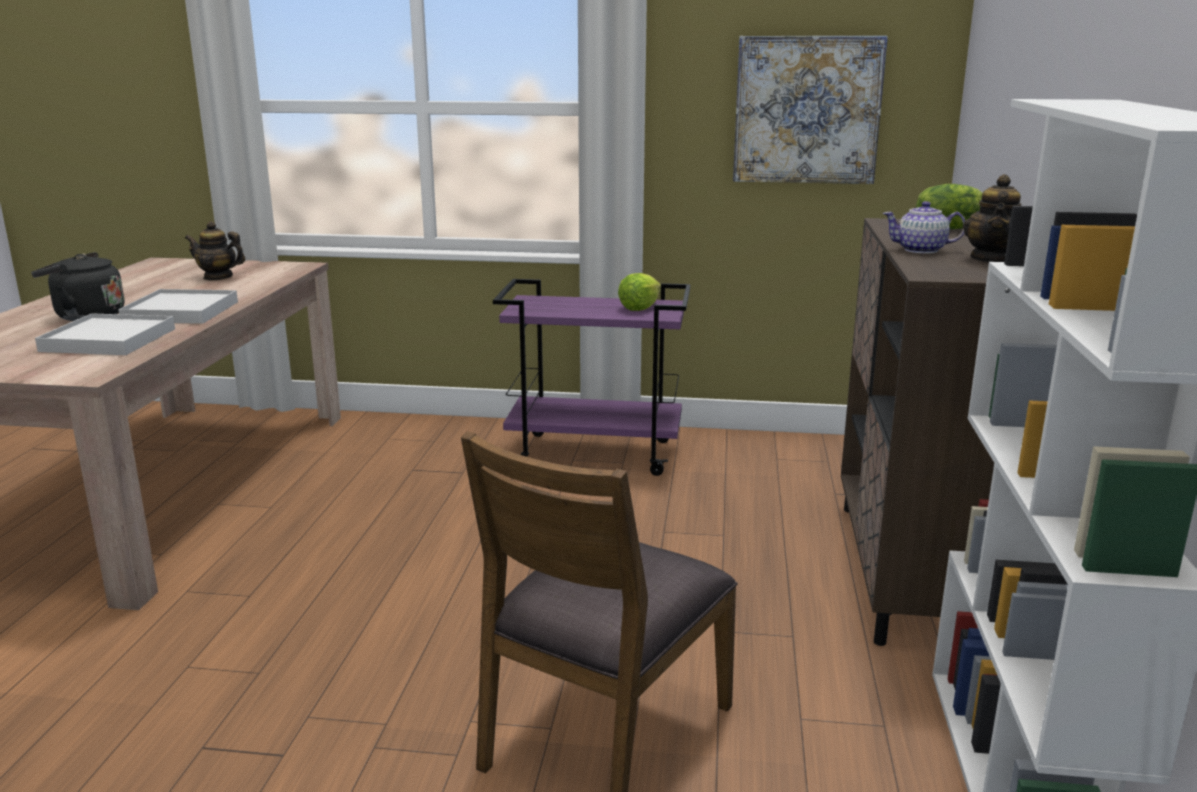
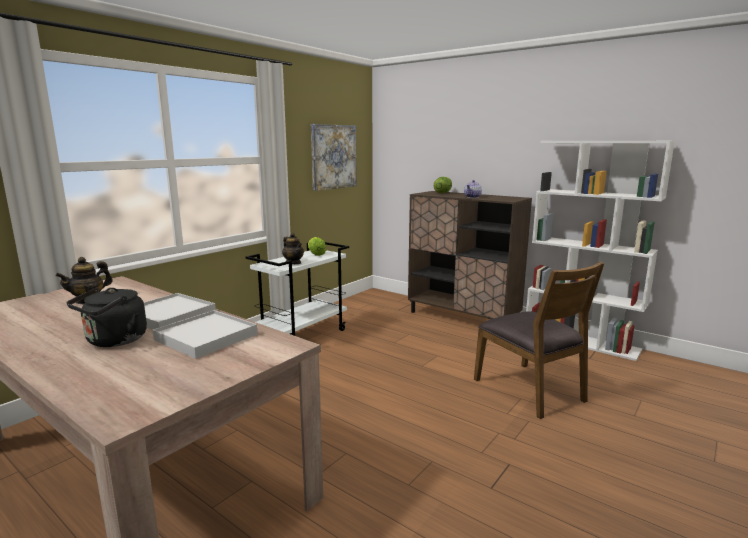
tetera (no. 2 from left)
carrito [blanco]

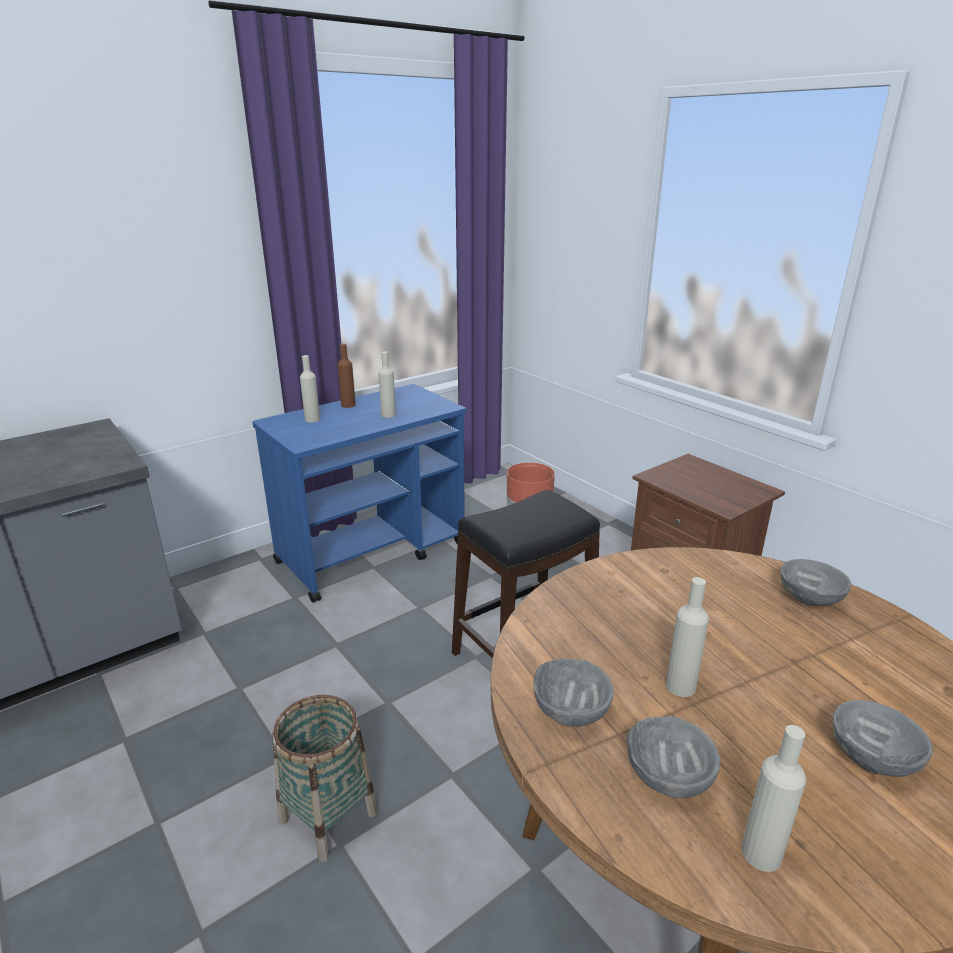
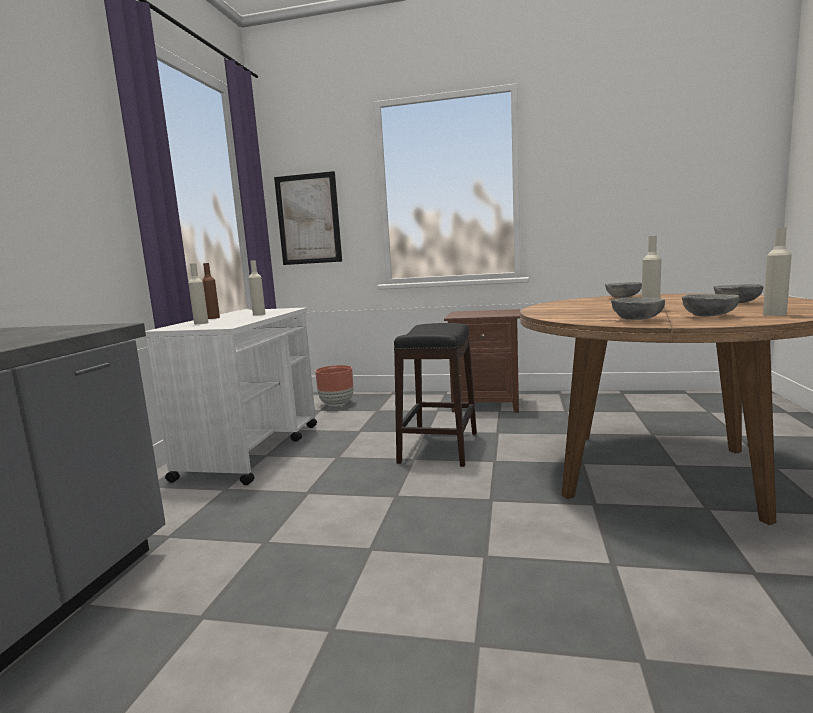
carrito [blanco]
cesta
cuadro

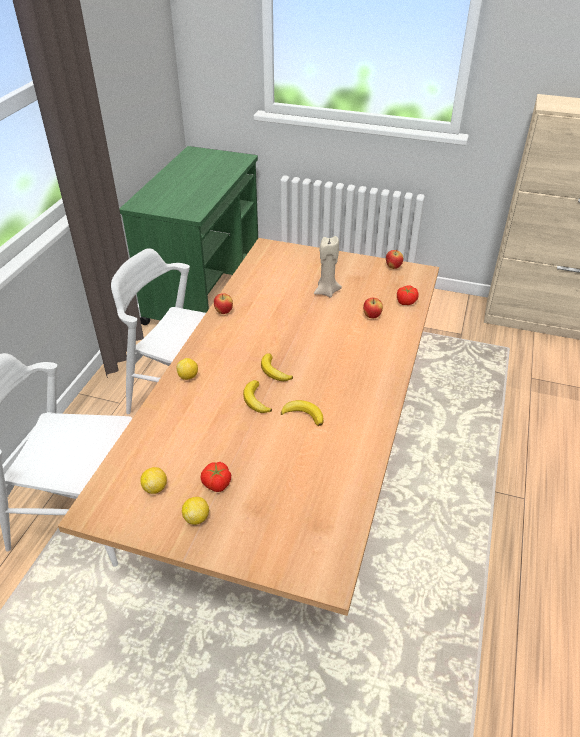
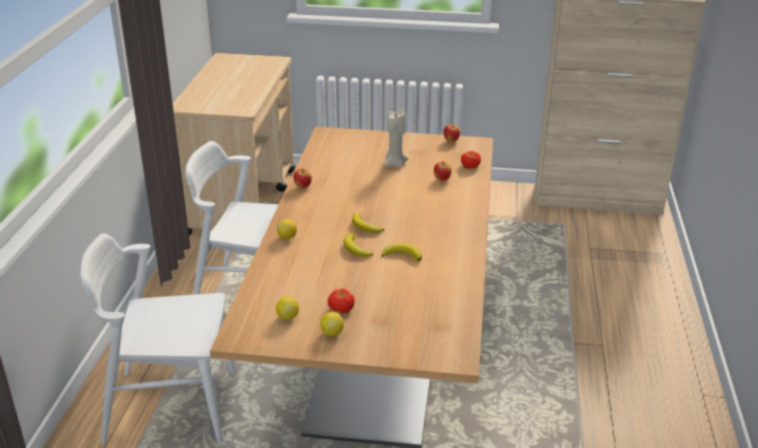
carrito [beis]

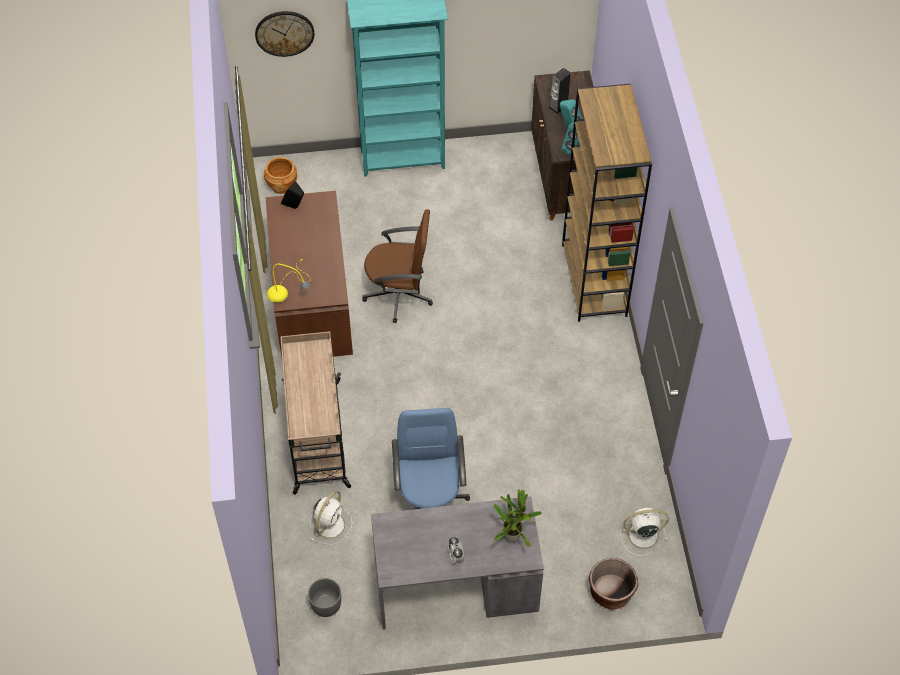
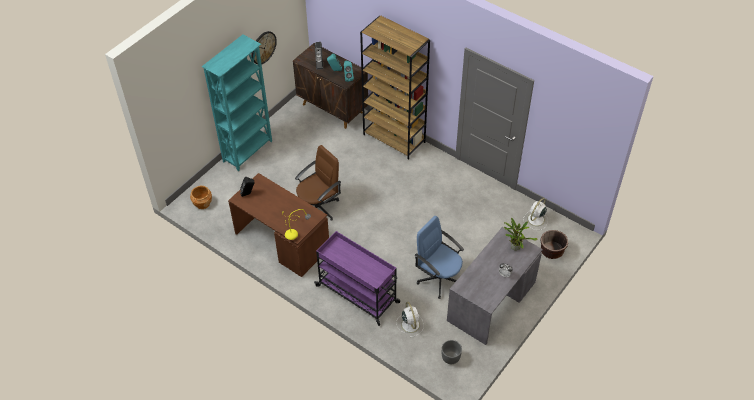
reloj de pared
carrito [morado]

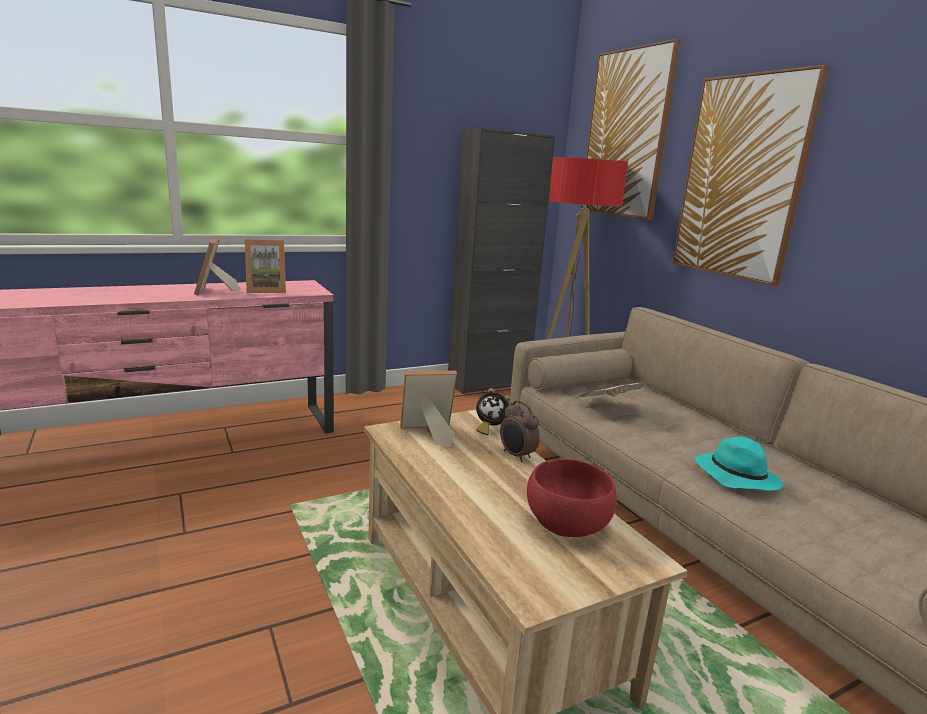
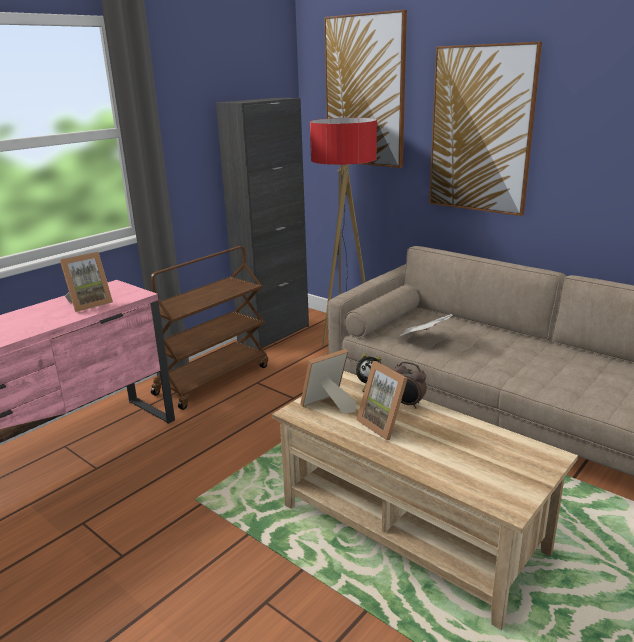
portarretratos (no. 3 from left)
sombrero [turquesa]
cuenco [rojo]
carrito [marrón]

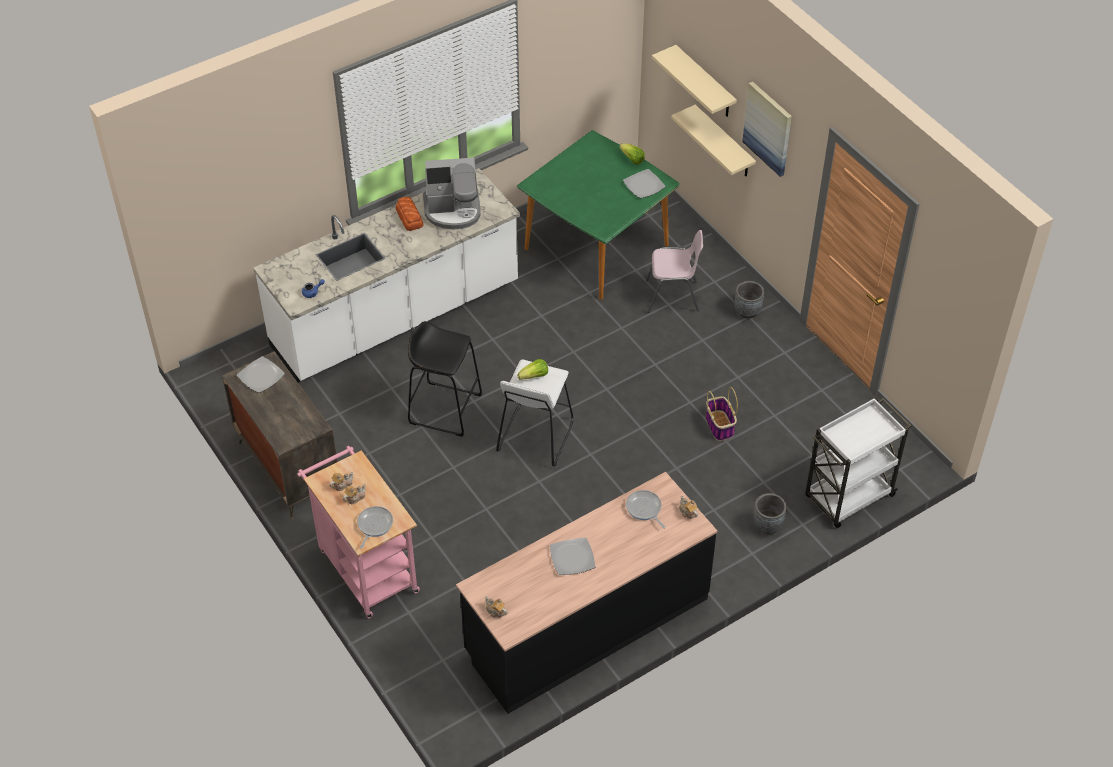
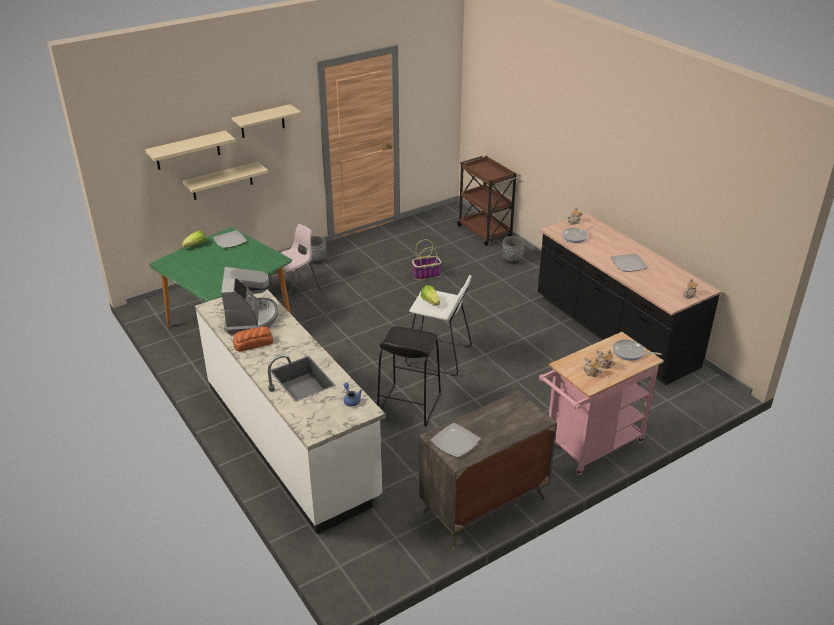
estante [beis] (no. 3 from left)
silla [rosa]
carrito [marrón]

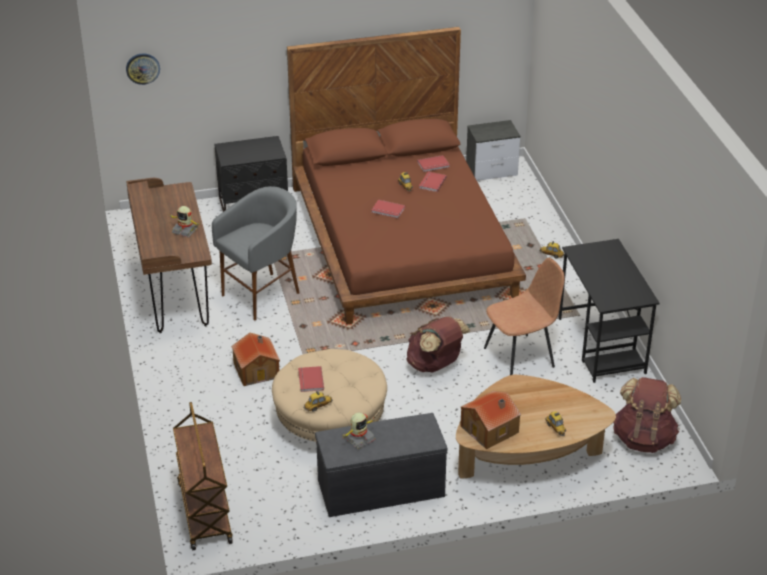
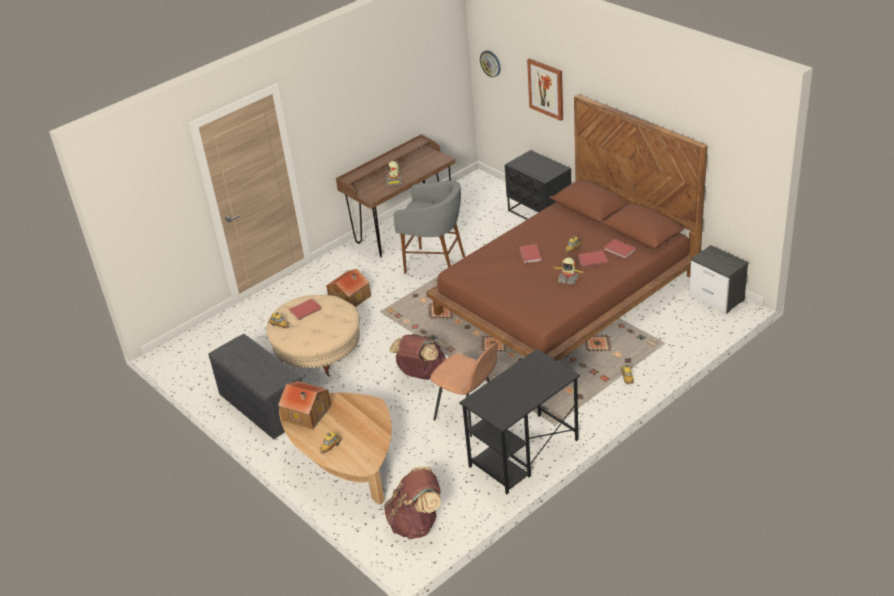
carrito [marrón]
robot de juguete (no. 2 from left)
cuadro

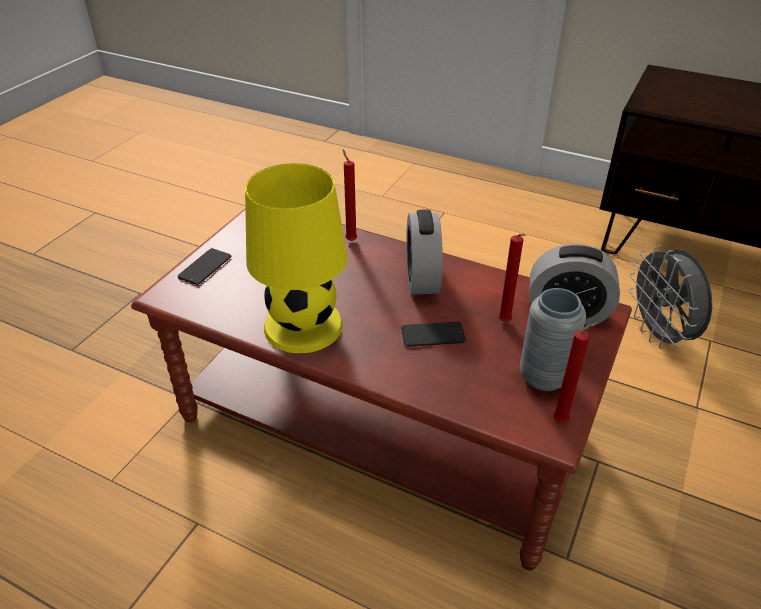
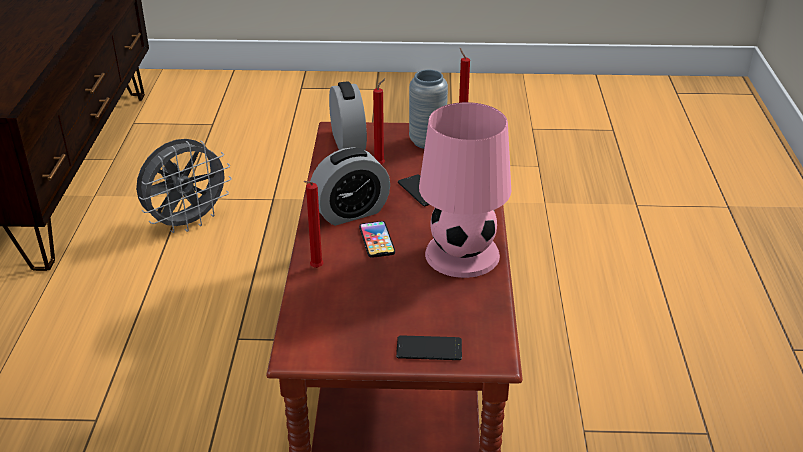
lámpara de mesa [rosa]
móvil (no. 1 from left)

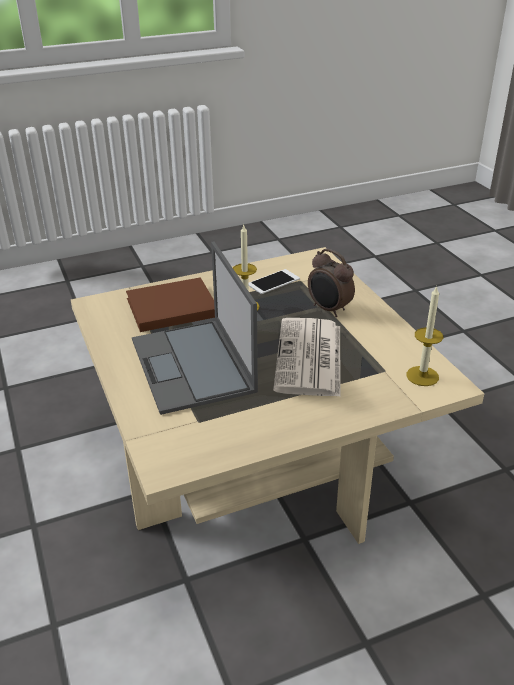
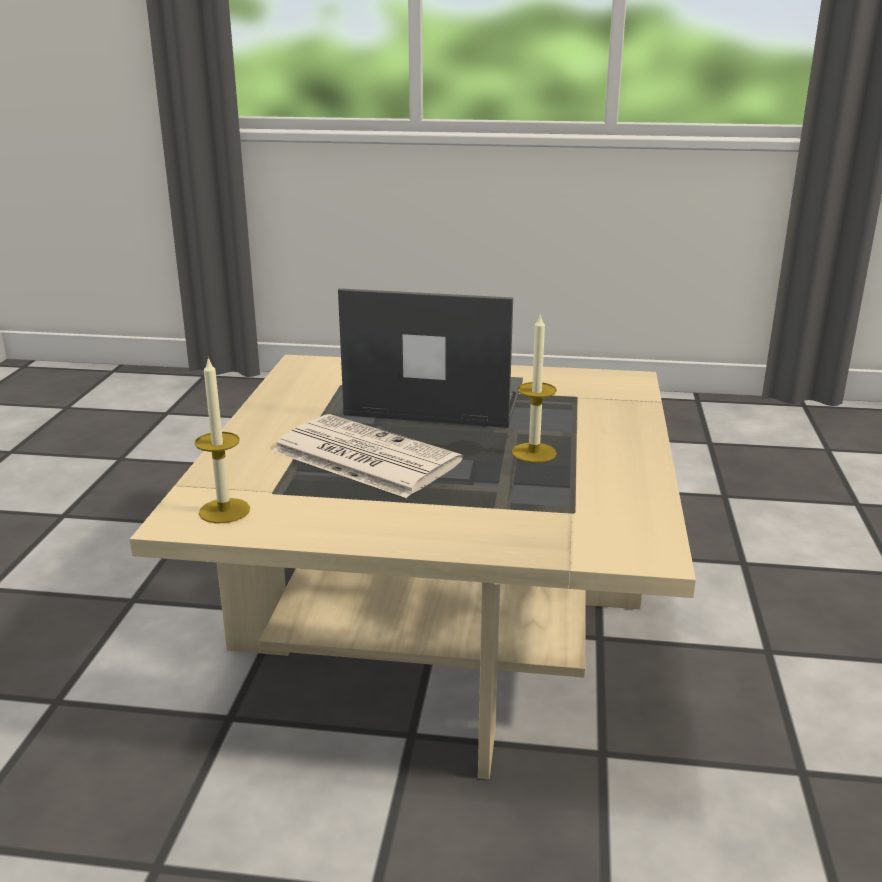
despertador
móvil
libro [marrón]

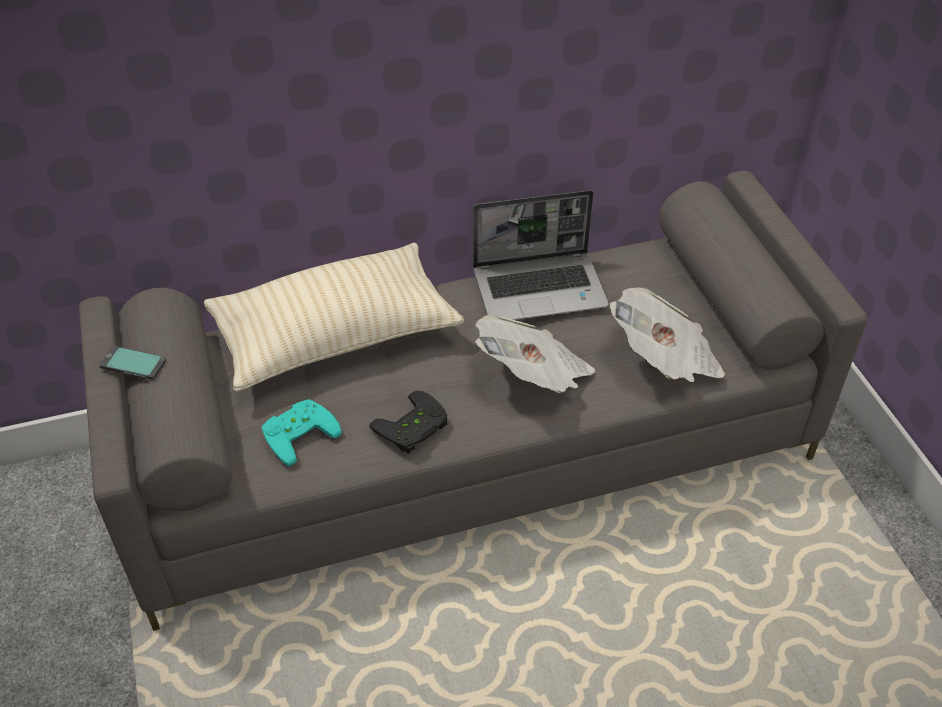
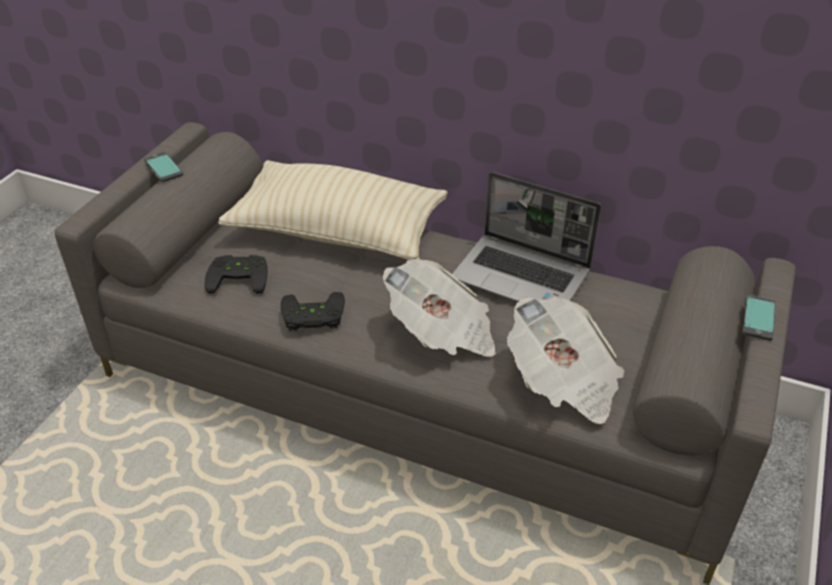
mando de consola [negro] (no. 1 from left)
móvil (no. 2 from left)

